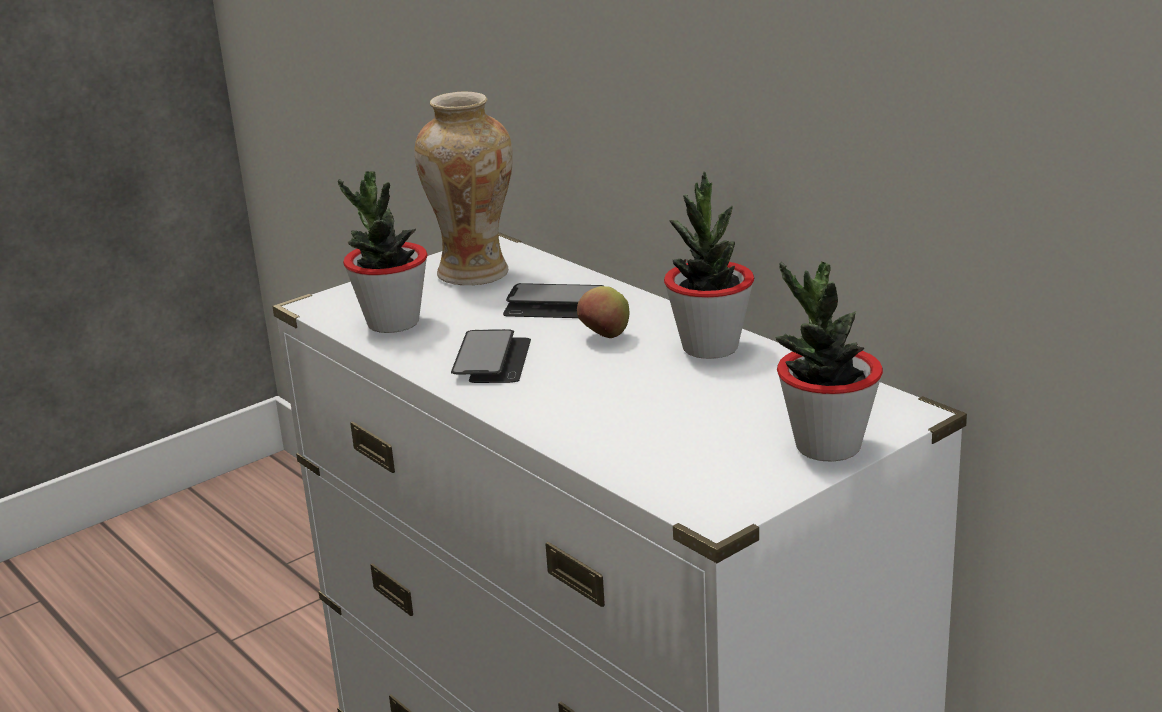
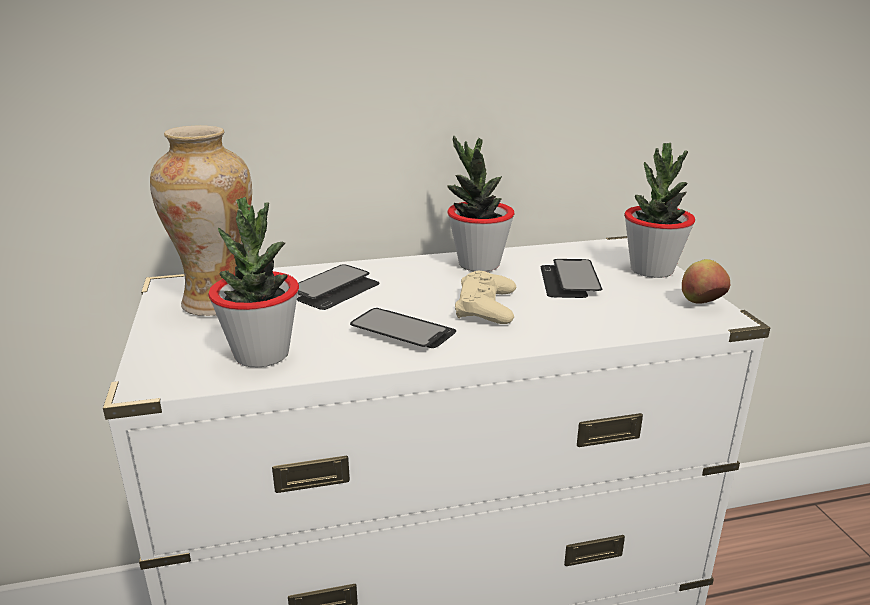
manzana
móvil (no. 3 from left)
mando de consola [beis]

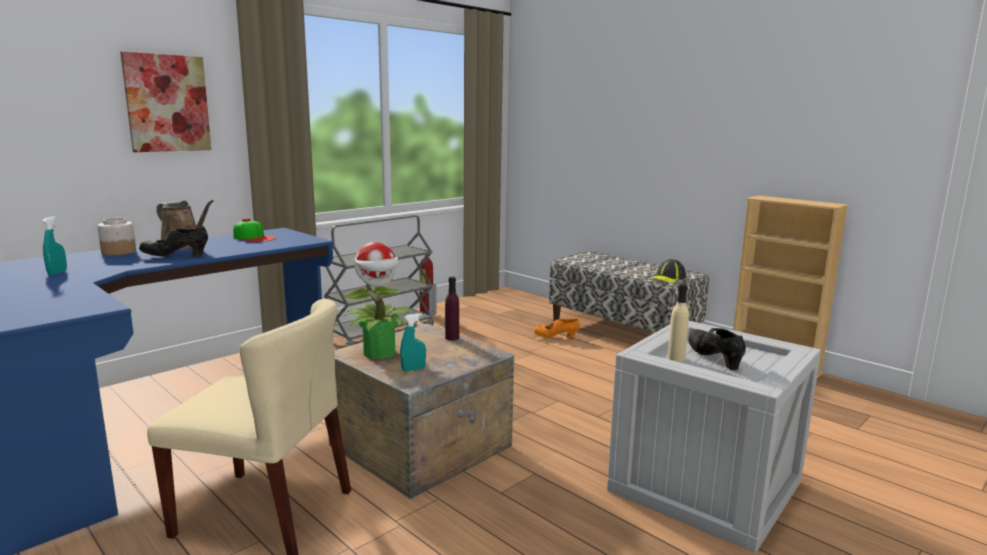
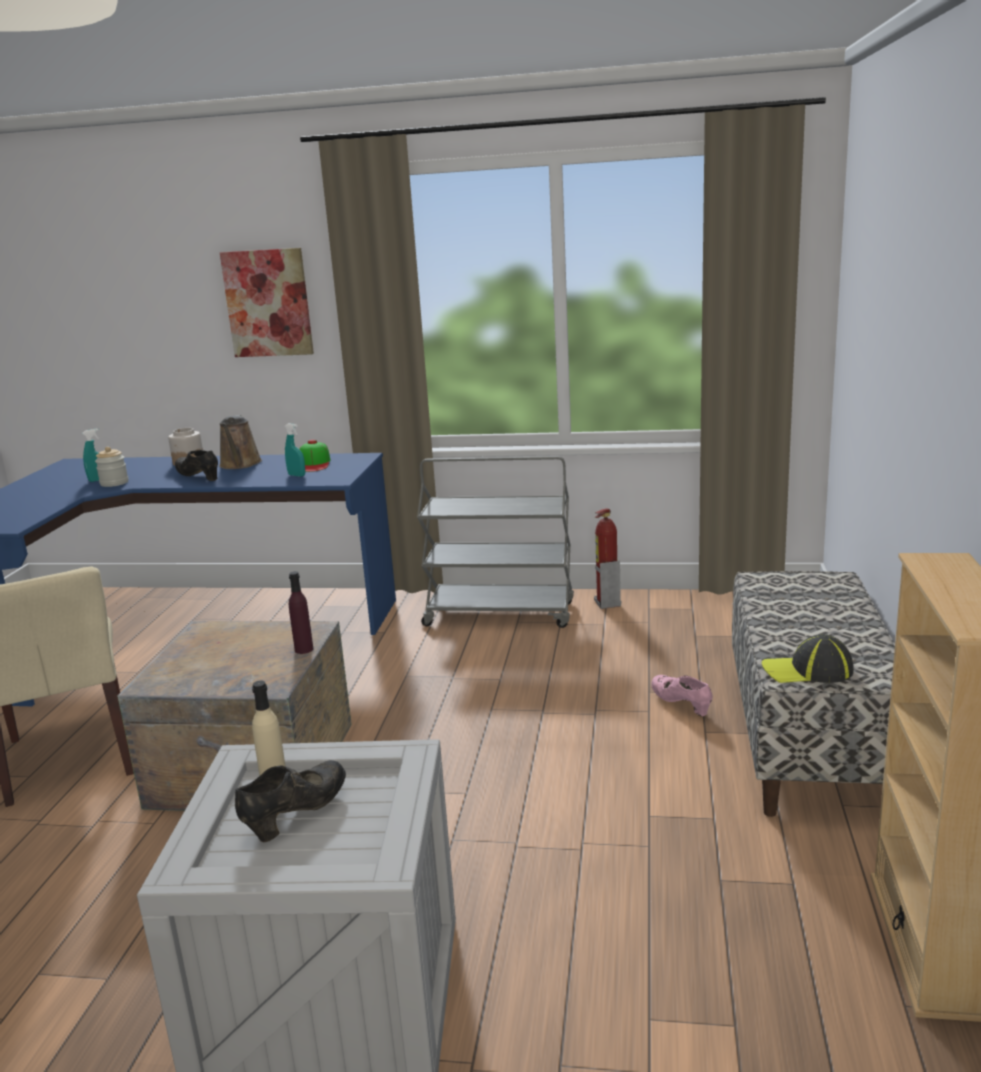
planta en maceta
pulverizador [turquesa] (no. 2 from left)
zapato [rosa]
tarro (no. 1 from left)

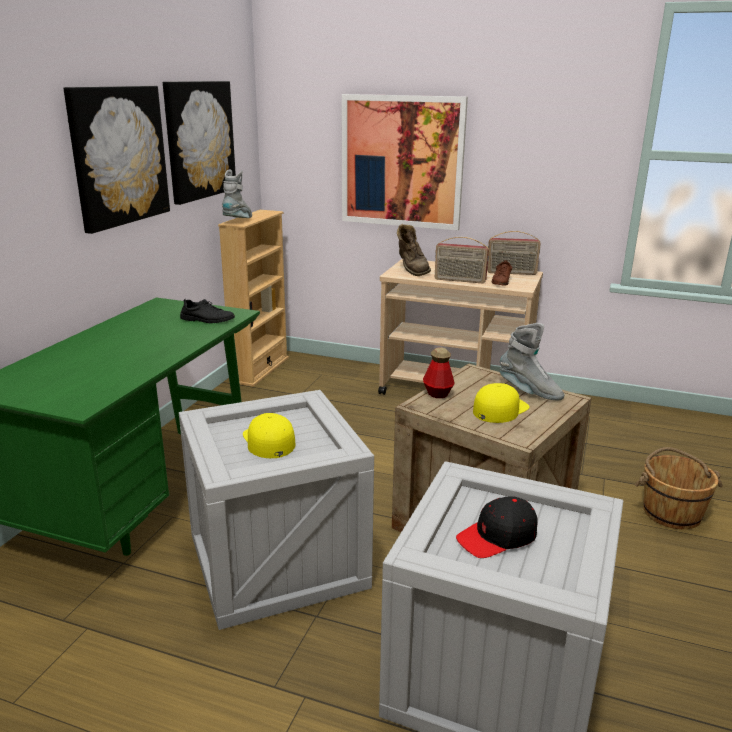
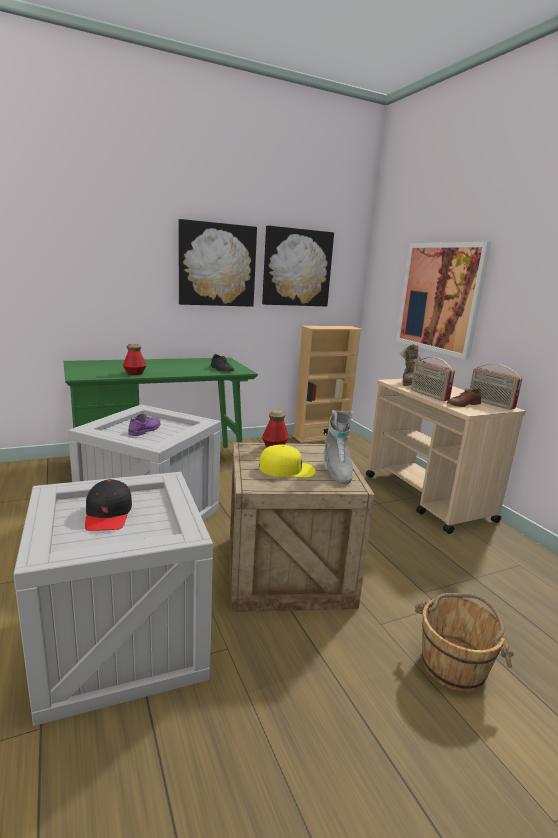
bota [gris] (no. 1 from left in the first image)
zapato [morado]
gorra [negro]
botella (no. 1 from left)

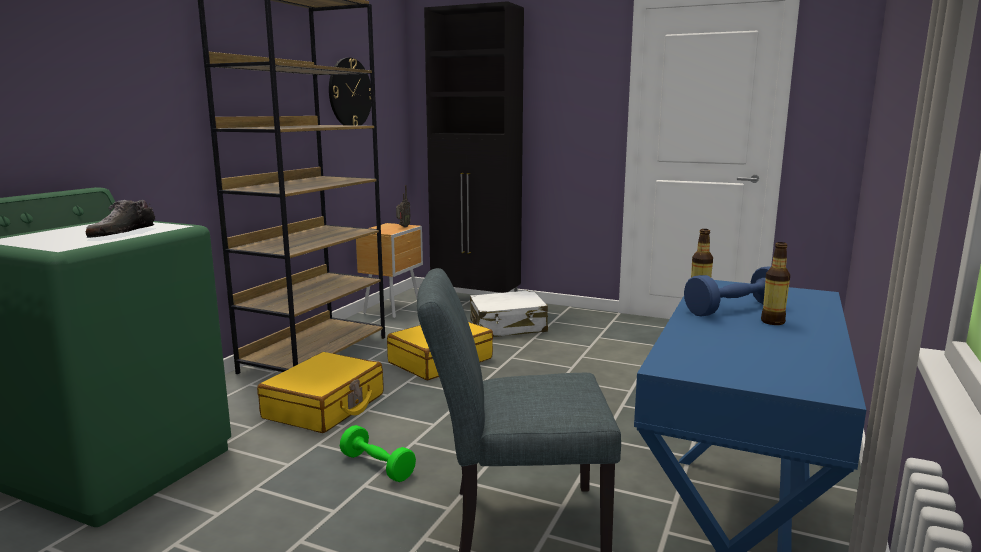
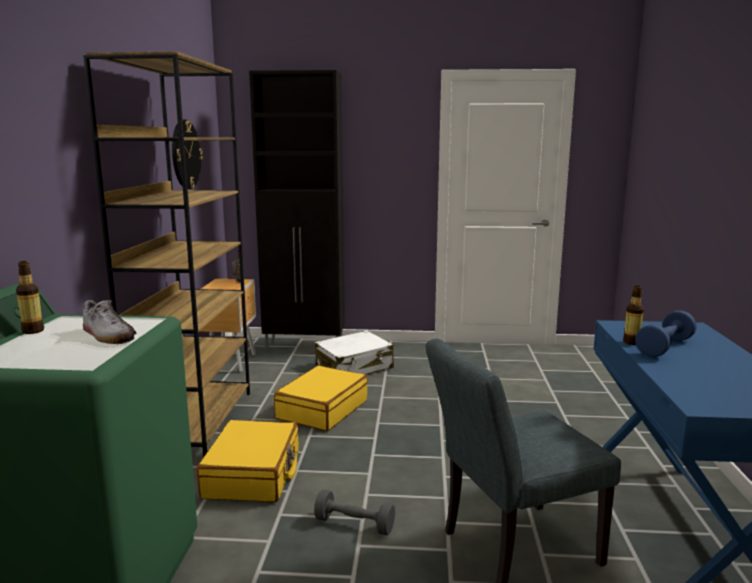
zapato
botella (no. 1 from left)
mancuerna [gris]

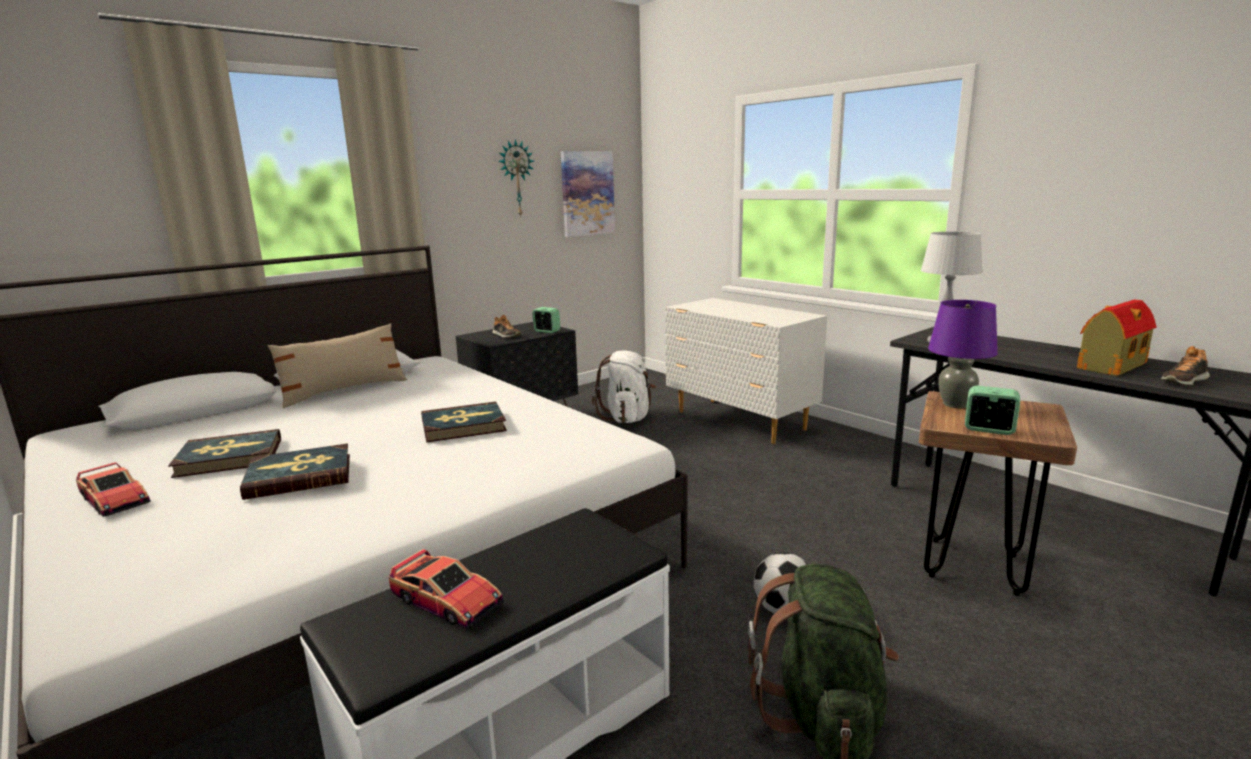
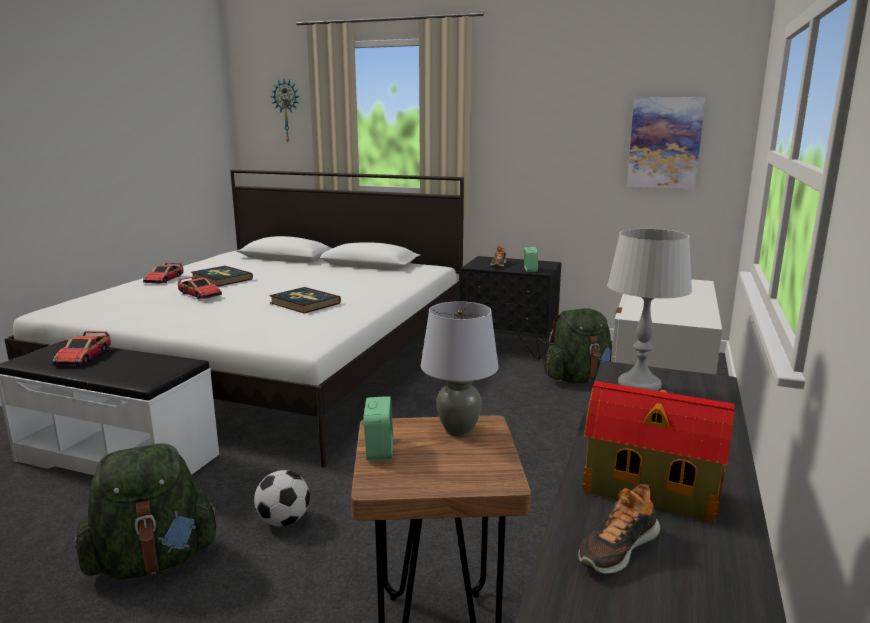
reloj de pared
lámpara de mesa [gris] (no. 1 from left)
cojín [beis]
zapato (no. 2 from left)
mochila [verde] (no. 2 from left)
coche de juguete (no. 3 from left)

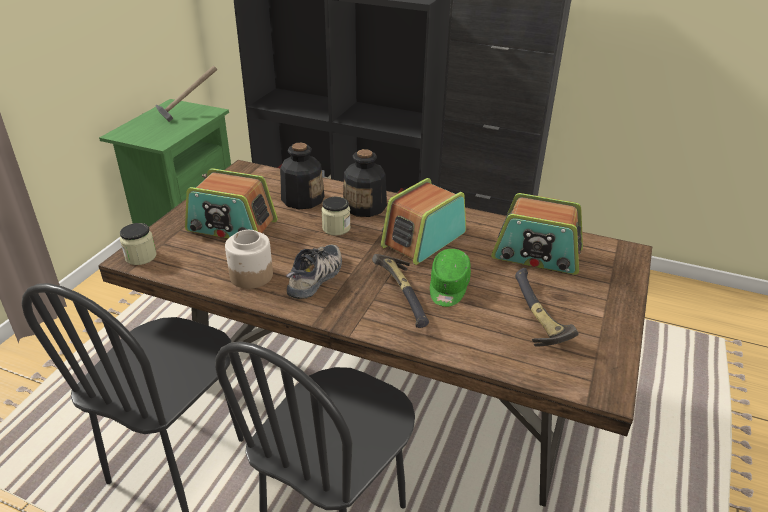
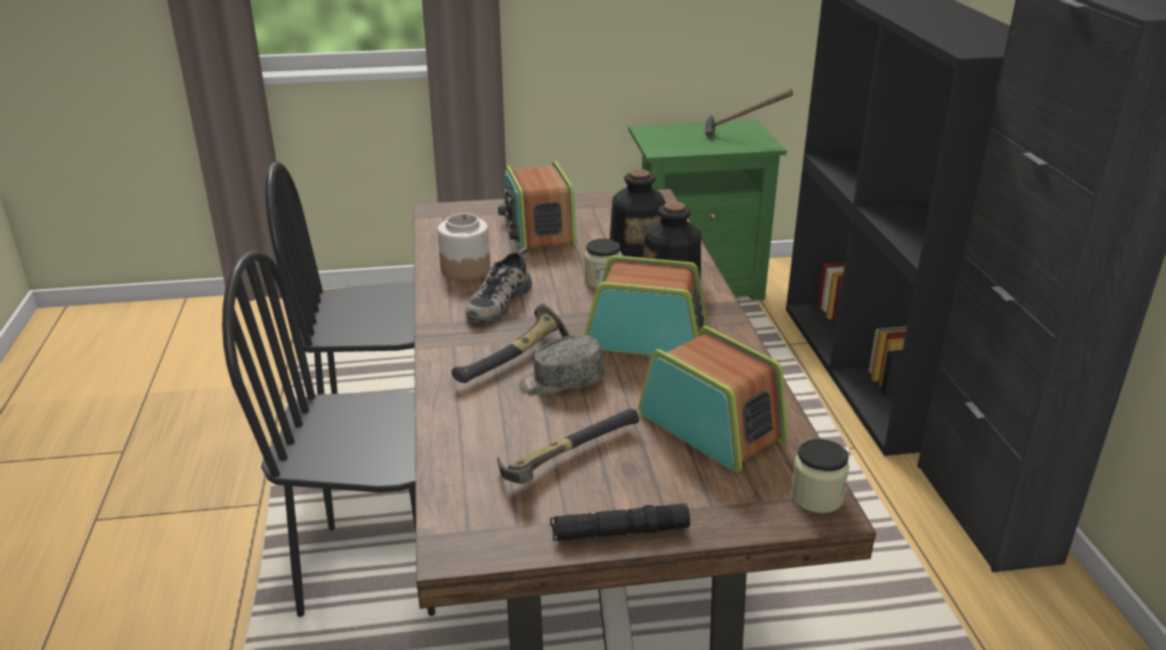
radio (no. 3 from left)
tarro (no. 3 from left)
zapato
gorra [gris]
linterna [negro]

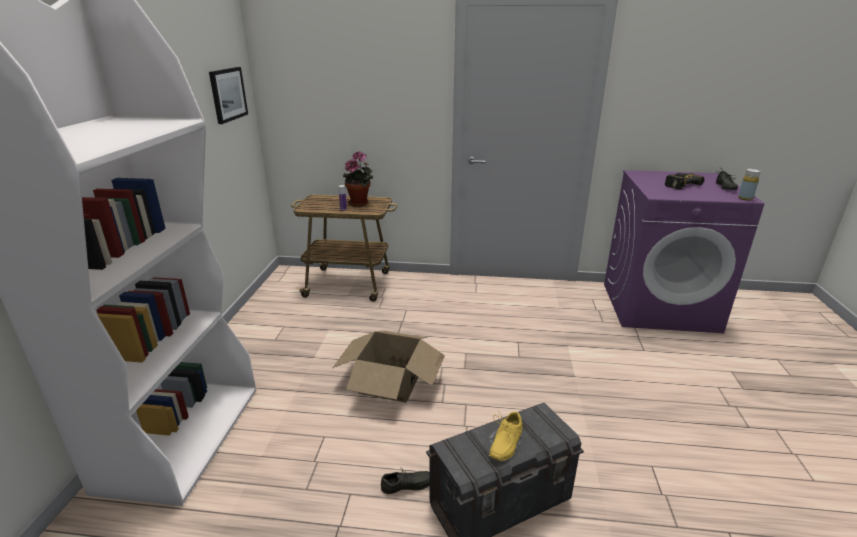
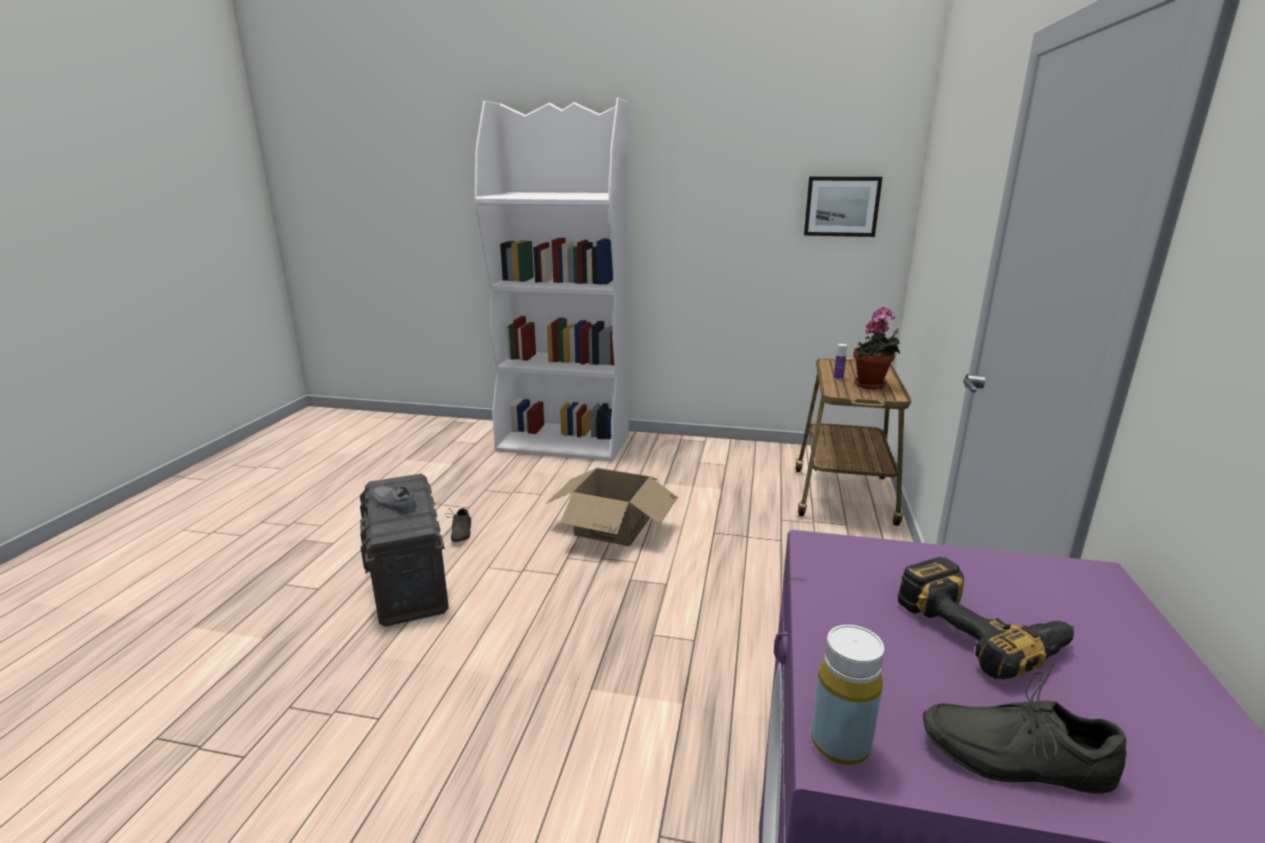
zapato [gris] (no. 1 from left)

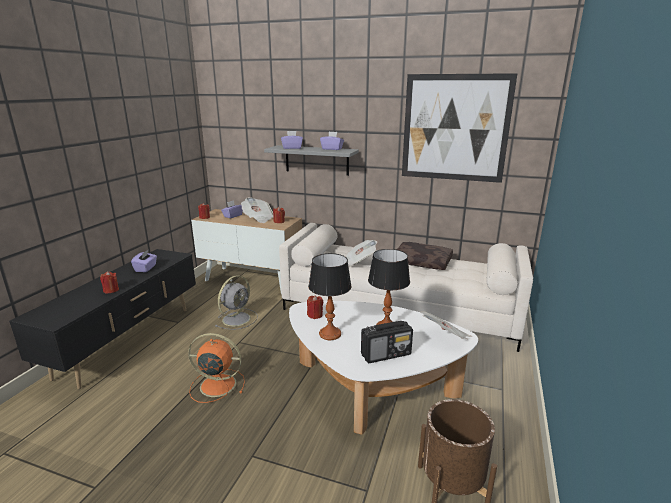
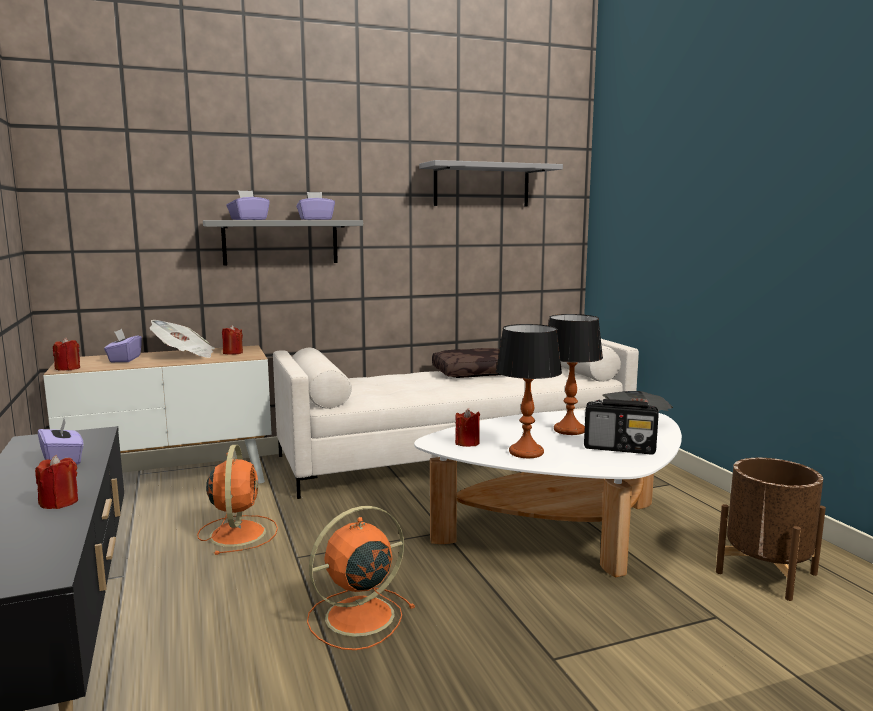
estante [gris] (no. 2 from left)
periódico (no. 2 from left in the first image)
ventilador [naranja] (no. 1 from left)
radio

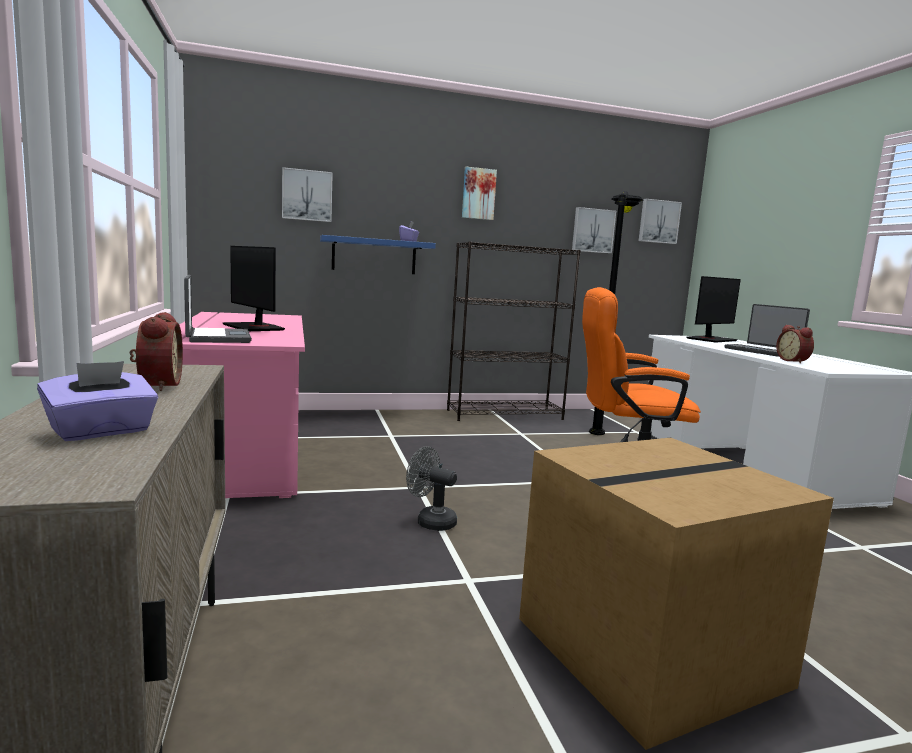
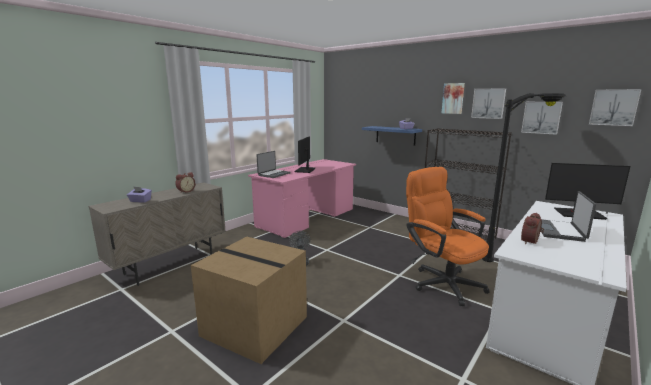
cuadro (no. 2 from left)

